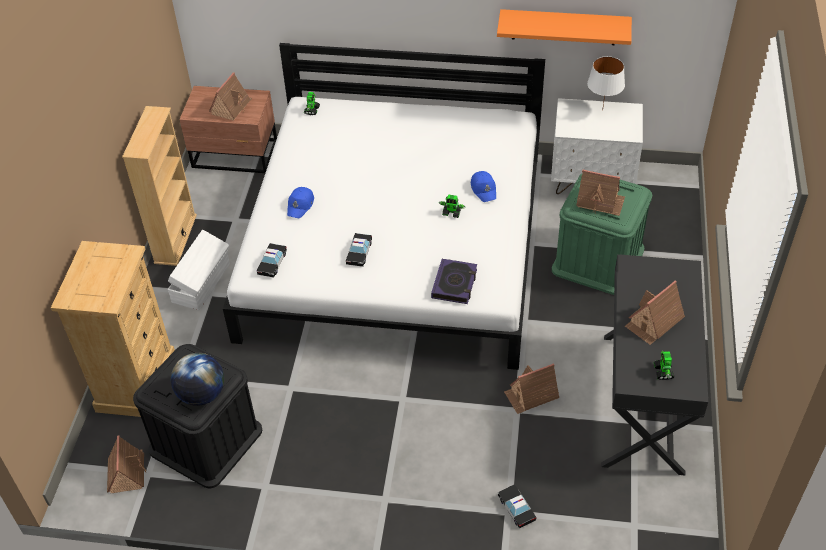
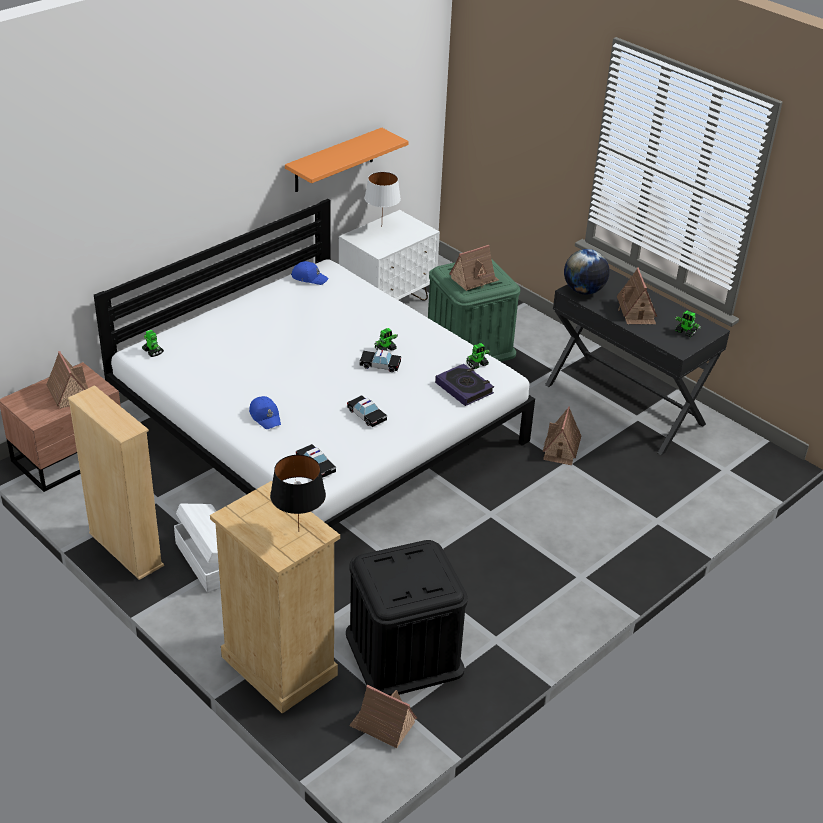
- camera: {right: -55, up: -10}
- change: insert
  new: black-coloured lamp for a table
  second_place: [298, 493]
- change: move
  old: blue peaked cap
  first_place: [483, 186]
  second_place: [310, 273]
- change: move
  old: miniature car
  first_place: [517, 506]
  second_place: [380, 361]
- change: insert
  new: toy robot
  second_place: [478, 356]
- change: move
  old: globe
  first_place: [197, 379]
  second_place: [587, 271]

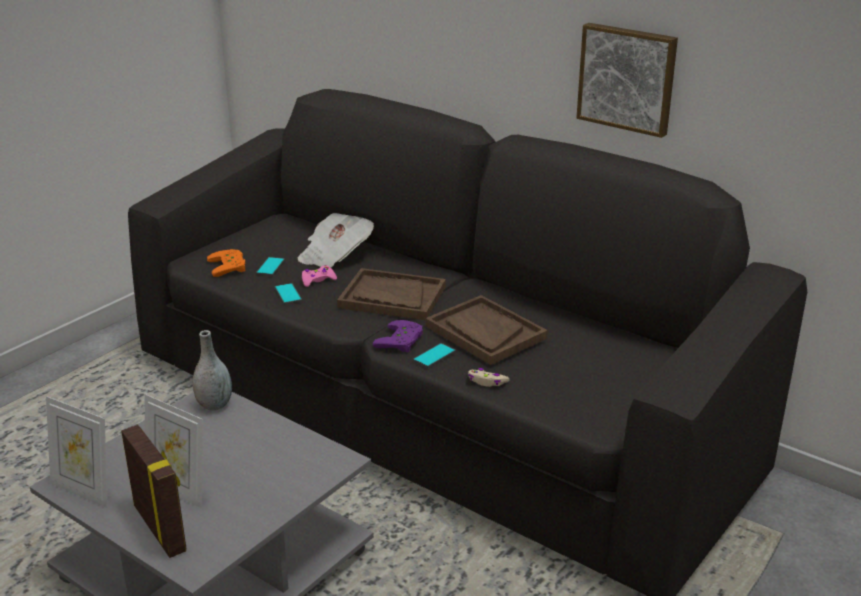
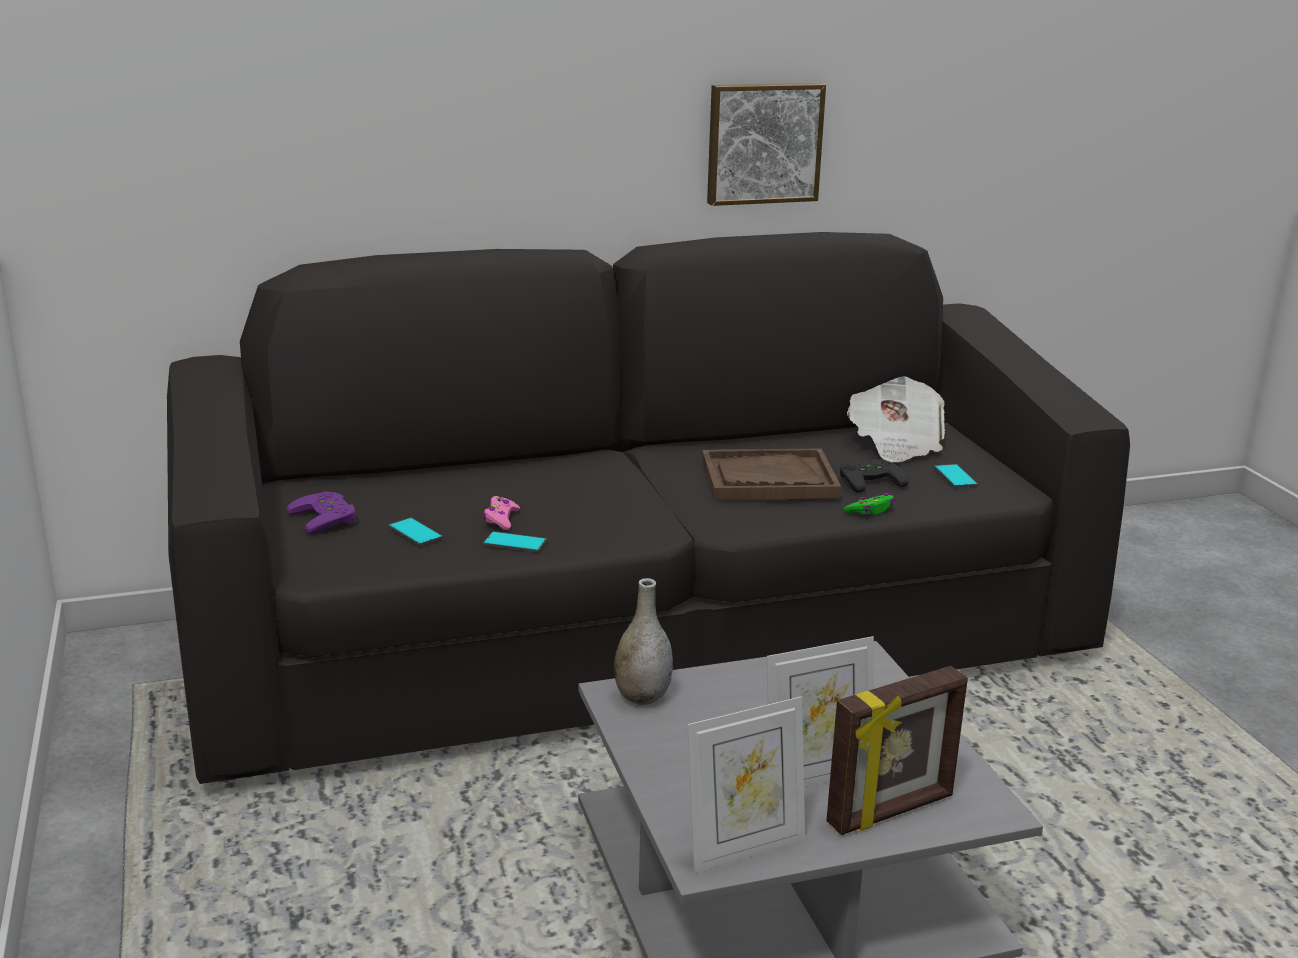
- camera: {right: -55, up: -5}
- change: move
  old: purple-coloured game controller
  first_place: [398, 336]
  second_place: [321, 513]
- change: rotate
  old: picture frame
  first_place: [153, 491]
  second_place: [897, 750]
  degrees: 150
- change: insert
  new: black-coloured game controller
  second_place: [874, 476]
- change: recolor
  old: sand-coloured game controller
  new: greenish game controller
  first_place: [489, 377]
  second_place: [869, 504]
- change: move
  old: daily paper
  first_place: [336, 240]
  second_place: [896, 419]
- change: move
  old: handset
  first_place: [434, 355]
  second_place: [956, 476]
- change: delete
  old: orange-coloured game controller
  first_place: [226, 263]
- change: delete
  old: brown-coloured tray
  first_place: [391, 294]

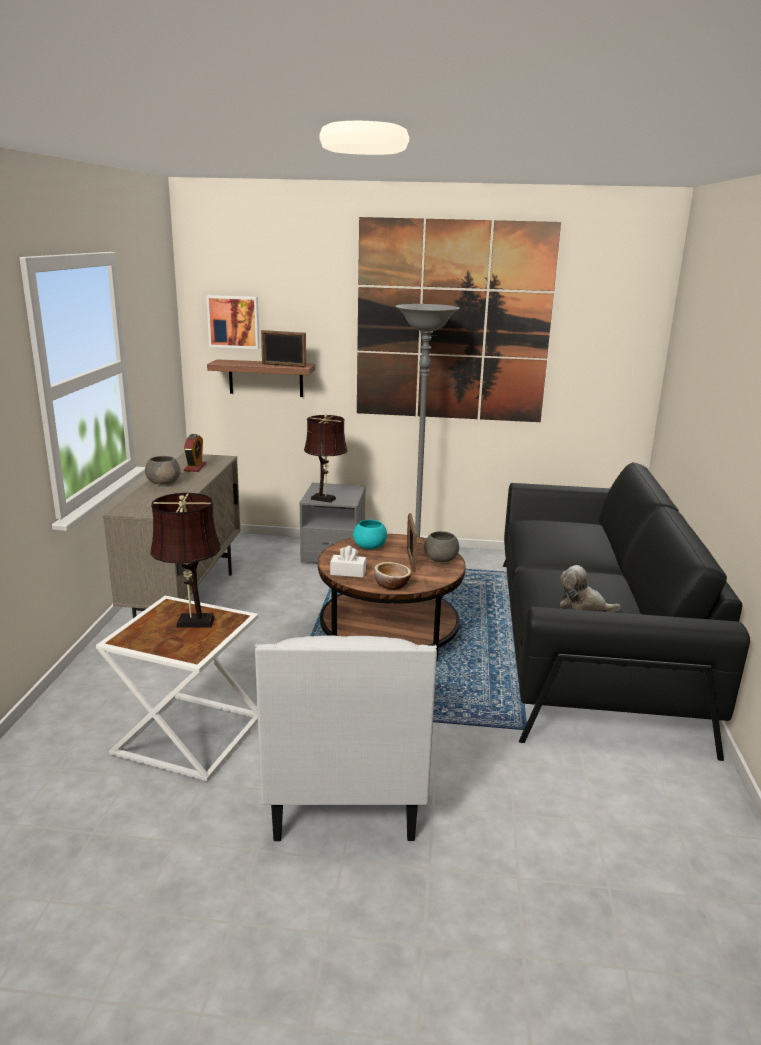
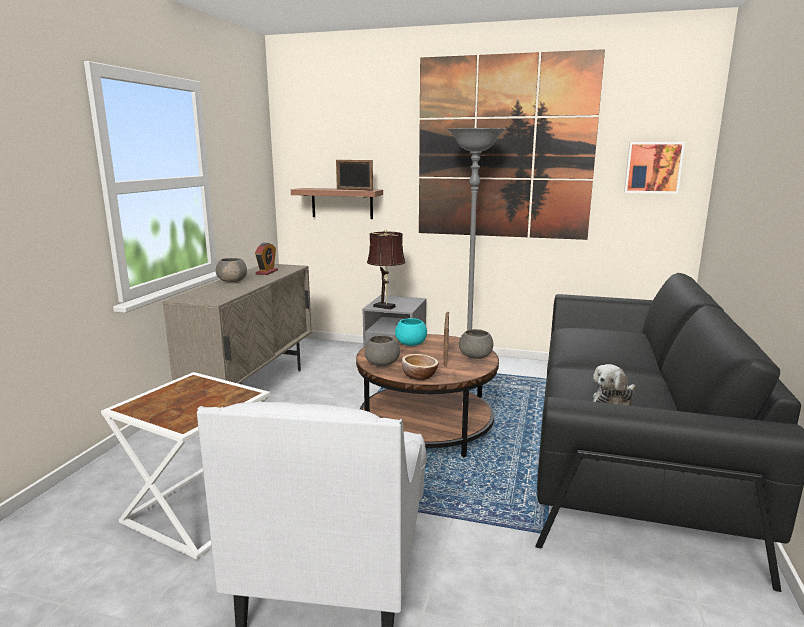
- camera: {right: 10, up: -5}
- change: replace
  old: white tissue holder
  new: gray bowl
  first_place: [348, 562]
  second_place: [382, 350]
- change: rotate
  old: plush toy
  first_place: [590, 588]
  second_place: [614, 385]
  degrees: -75
- change: move
  old: picture
  first_place: [233, 322]
  second_place: [654, 168]
- change: delete
  old: brown-coloured lamp for a table
  first_place: [185, 560]

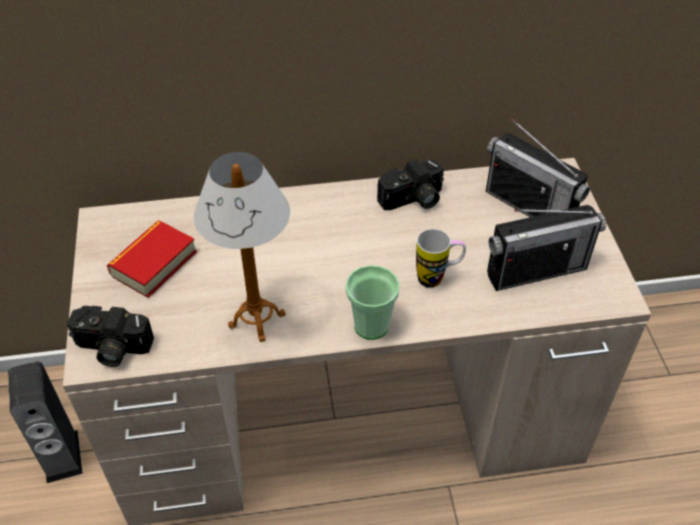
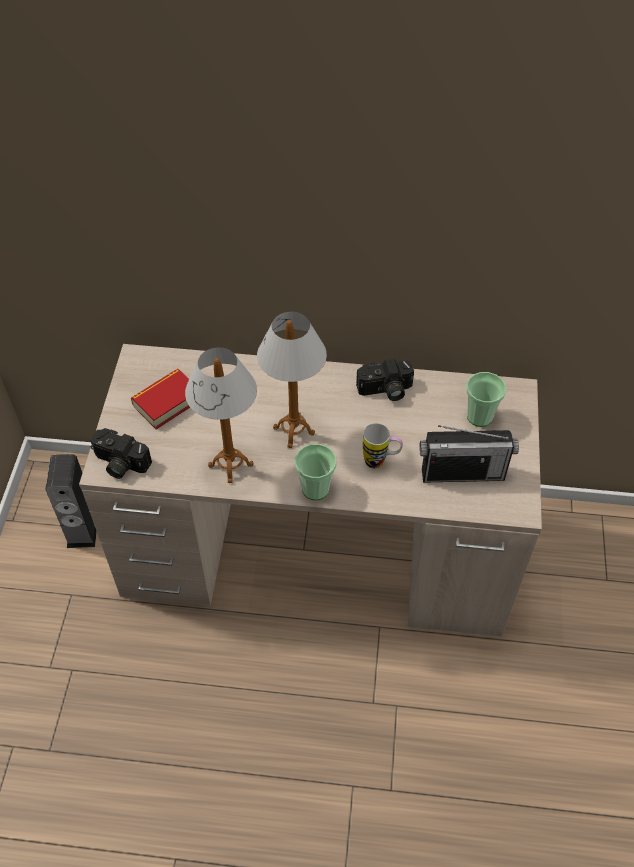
- camera: {right: 15, up: 5}
- change: insert
  new: lamp for a table
  second_place: [292, 380]
- change: replace
  old: radio set
  new: cup
  first_place: [538, 168]
  second_place: [486, 399]

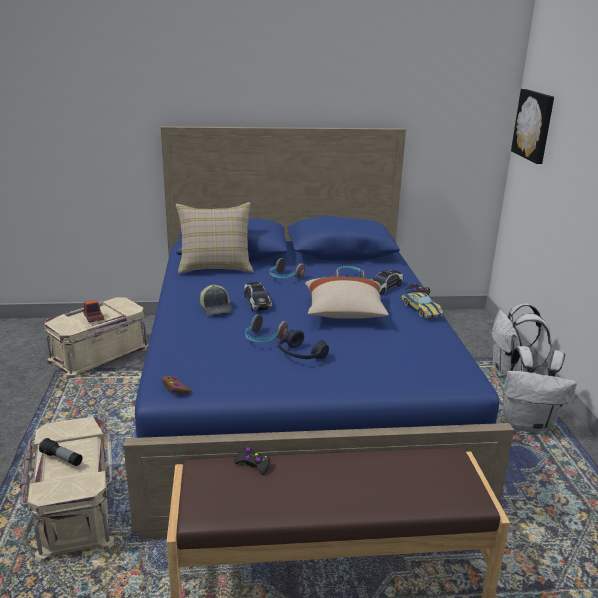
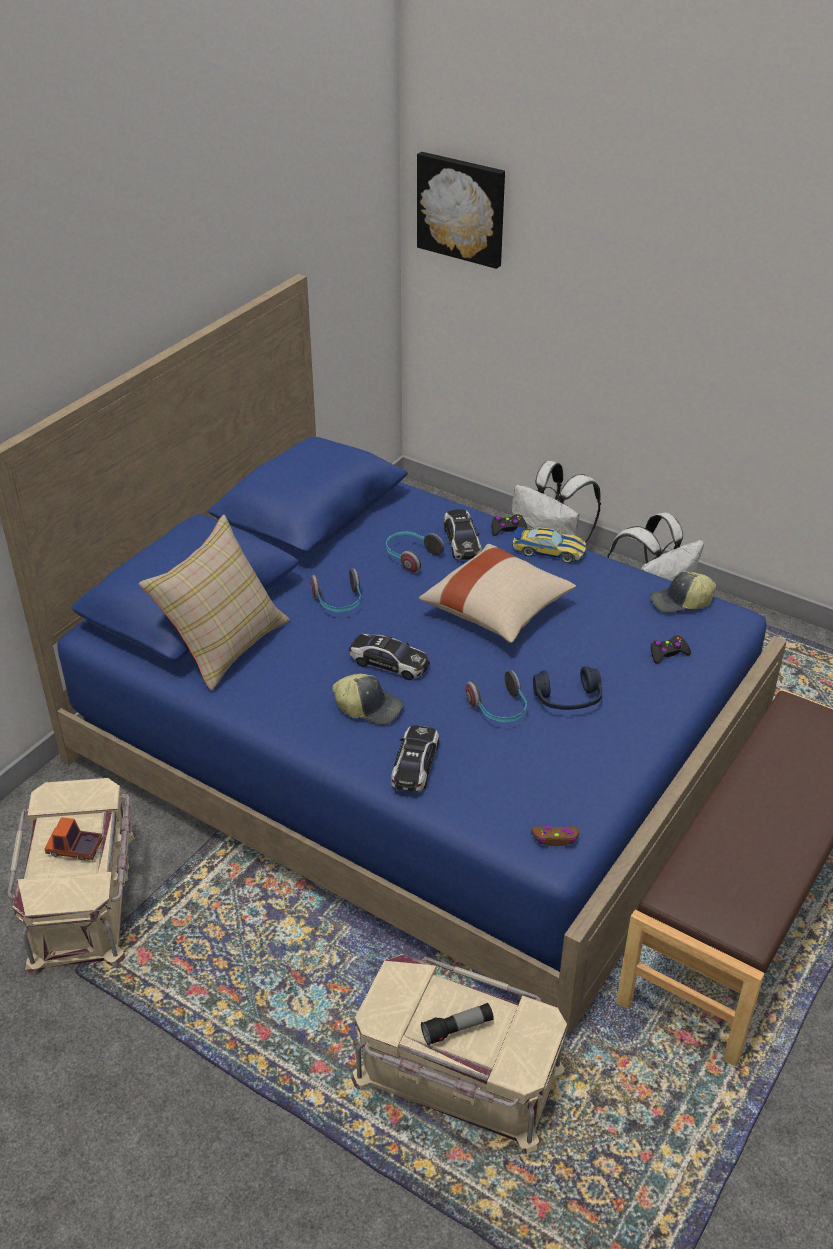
- camera: {right: -50, up: 15}
- change: insert
  new: miniature car
  second_place: [415, 759]
- change: insert
  new: peaked cap
  second_place: [683, 592]
- change: move
  old: black-coloured game controller
  first_place: [252, 461]
  second_place: [671, 649]

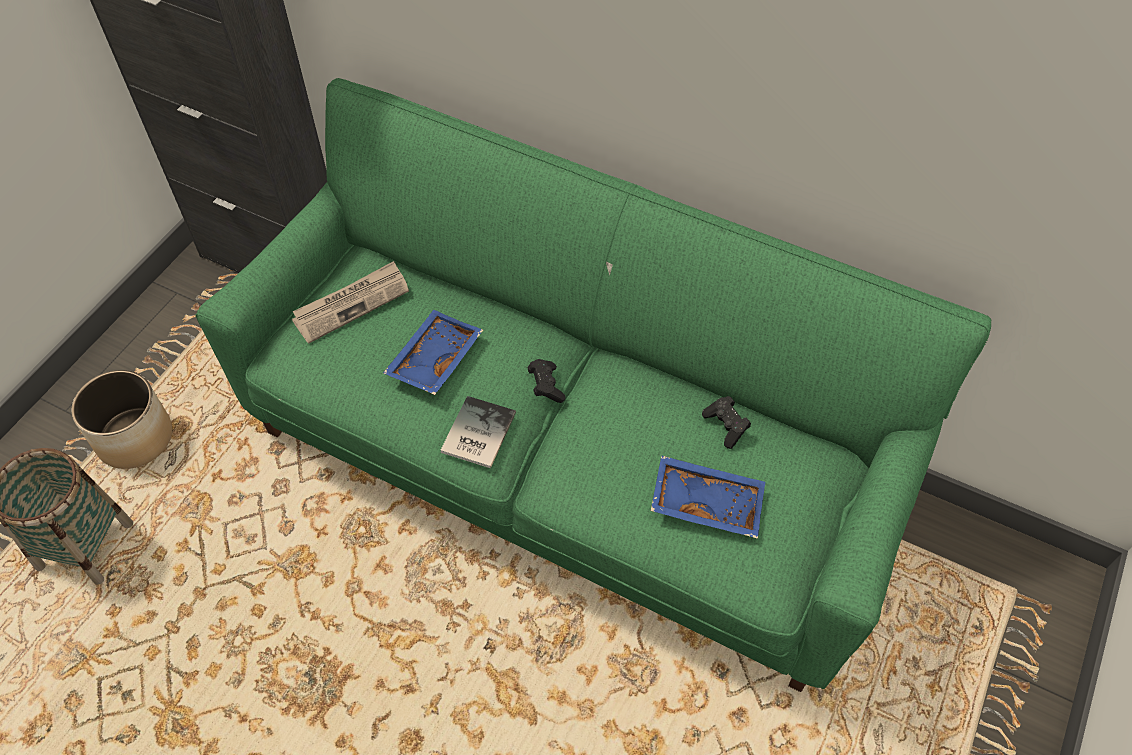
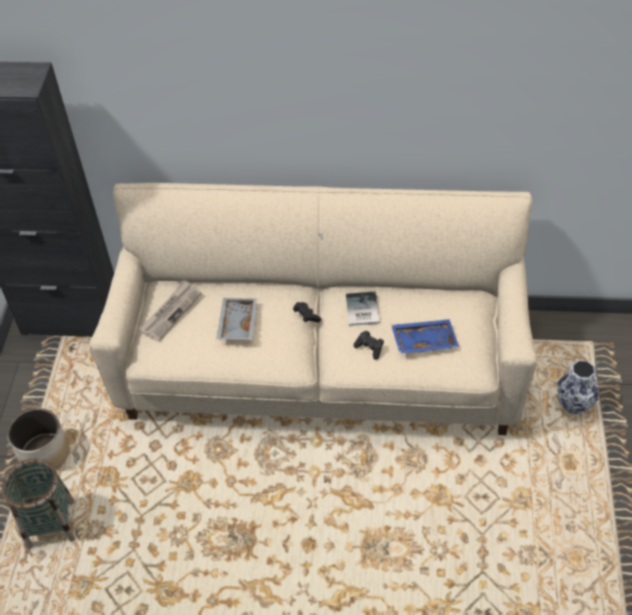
- camera: {right: -20, up: -5}
- change: recolor
  old: greenish settee
  new: sand-coloured settee
  first_place: [593, 385]
  second_place: [313, 309]
- change: recolor
  old: blue tray
  new: gray tray
  first_place: [433, 352]
  second_place: [237, 319]
- change: move
  old: book
  first_place: [478, 432]
  second_place: [363, 308]
- change: move
  old: black-coloured game controller
  first_place: [726, 422]
  second_place: [368, 345]
- change: insert
  new: vase
  second_place: [578, 387]

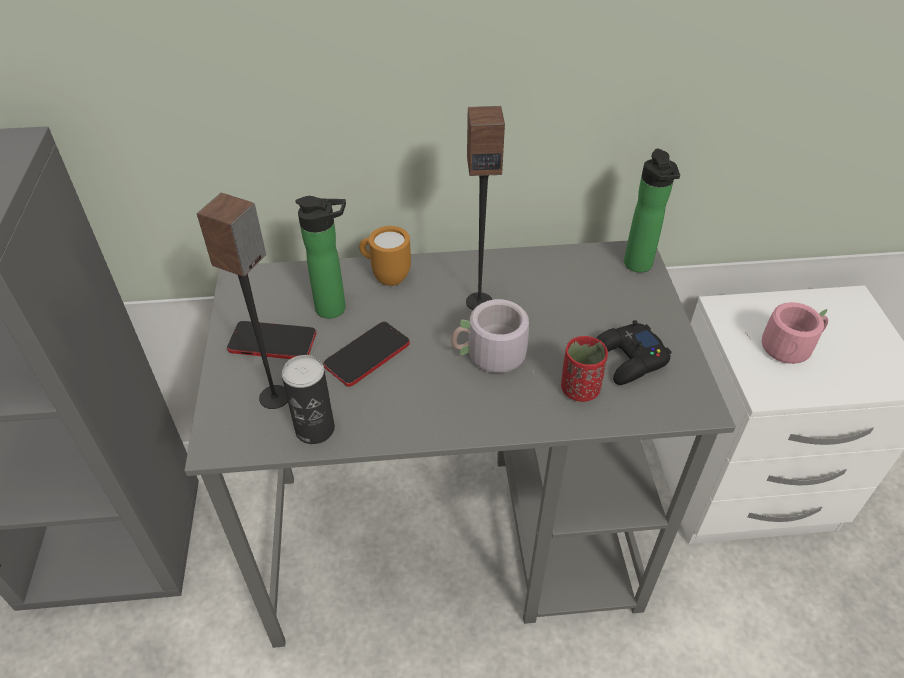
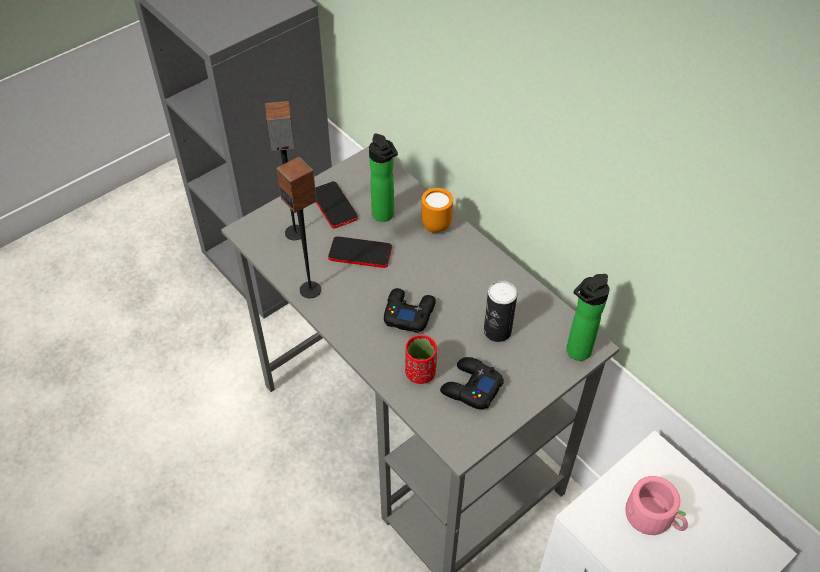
- camera: {right: 55, up: 5}
- change: move
  old: loudspeaker
  first_place: [485, 208]
  second_place: [298, 227]
- change: replace
  old: gray mug
  new: black-coloured game controller
  first_place: [493, 337]
  second_place: [410, 310]
- change: move
  old: sealed can
  first_place: [308, 399]
  second_place: [501, 311]

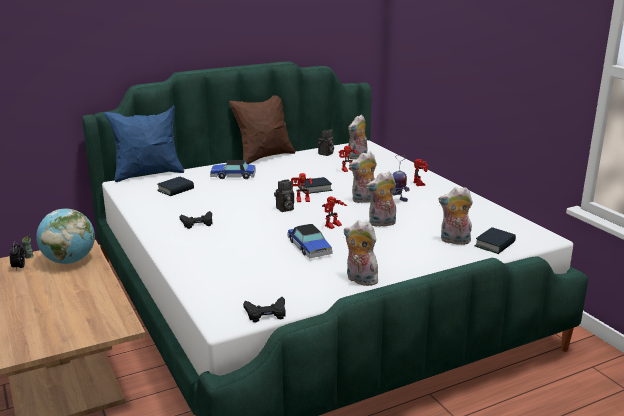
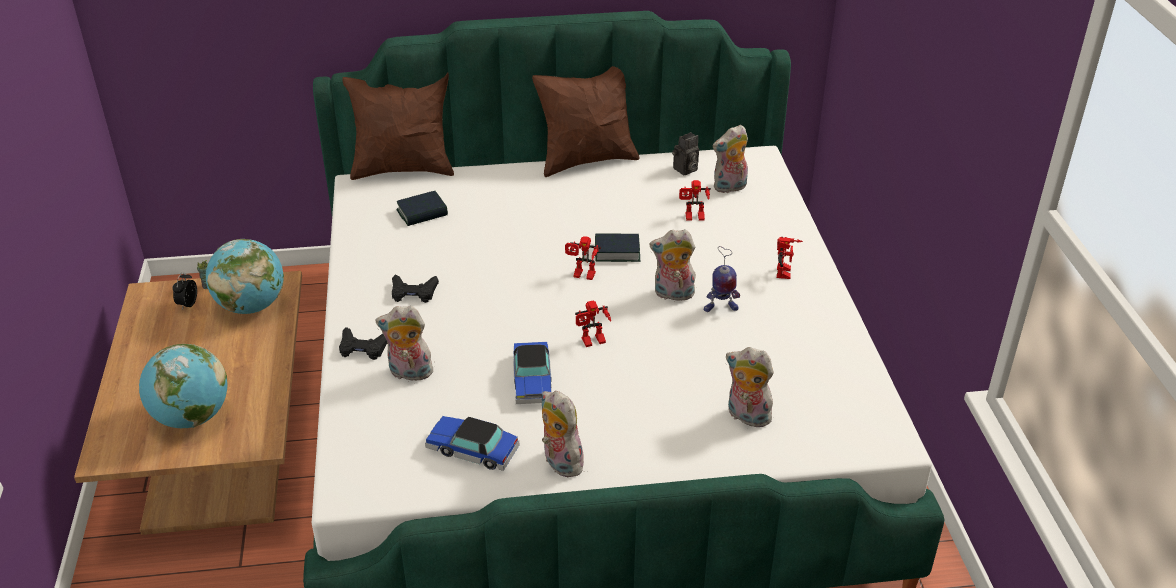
- camera: {right: 20, up: 15}
- change: insert
  new: globe
  second_place: [183, 386]
- change: move
  old: black-coloured game controller
  first_place: [264, 309]
  second_place: [363, 343]
- change: recolor
  old: blue cushion
  new: brown-coloured cushion
  first_place: [144, 143]
  second_place: [398, 126]
- change: move
  old: plush toy
  first_place: [381, 199]
  second_place: [405, 343]
- change: move
  old: miniature car
  first_place: [233, 169]
  second_place: [472, 443]
- change: delete
  old: still camera
  first_place: [284, 196]
- change: delete
  old: book
  first_place: [495, 240]

